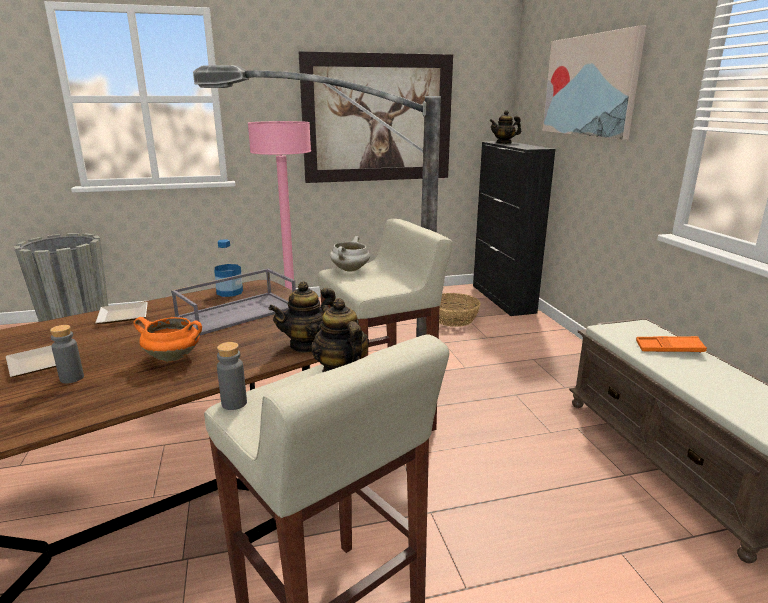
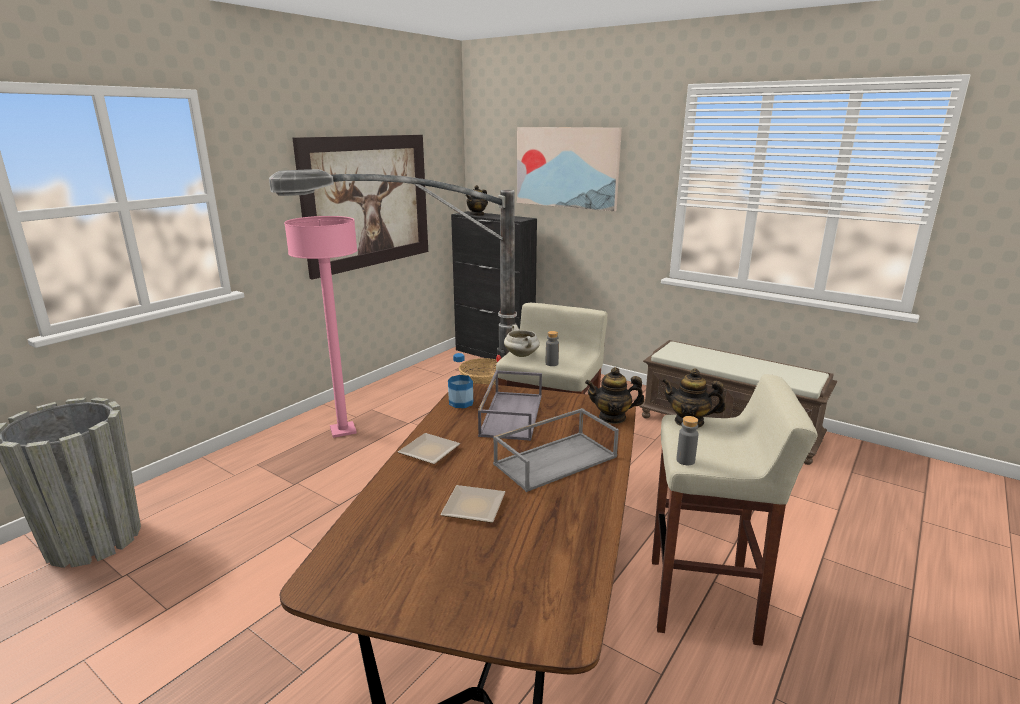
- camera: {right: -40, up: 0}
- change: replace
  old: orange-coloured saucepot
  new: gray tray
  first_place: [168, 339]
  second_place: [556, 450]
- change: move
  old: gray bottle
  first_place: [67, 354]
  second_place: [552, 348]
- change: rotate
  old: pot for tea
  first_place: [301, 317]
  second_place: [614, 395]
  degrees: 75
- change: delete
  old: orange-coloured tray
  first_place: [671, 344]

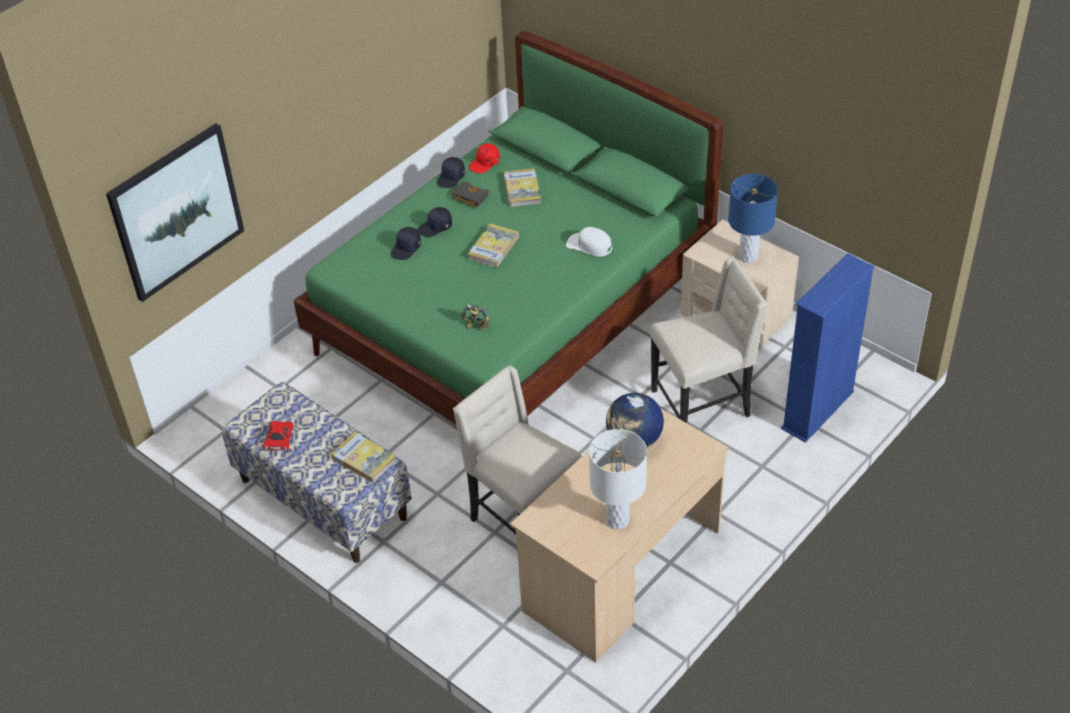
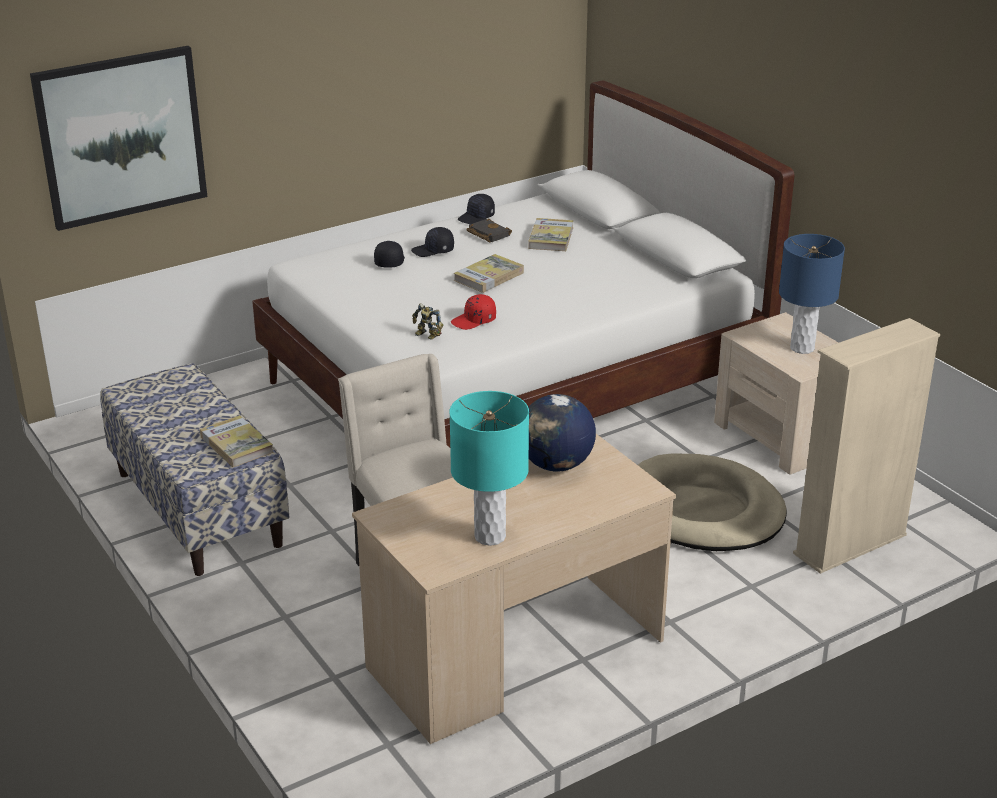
- camera: {right: 15, up: -15}
- change: recolor
  old: greenish bed
  new: white bed
  first_place: [508, 228]
  second_place: [523, 263]
- change: rotate
  old: black-coloured peaked cap
  first_place: [405, 243]
  second_place: [389, 254]
  degrees: 135
- change: recolor
  old: white lamp for a table
  new: blue-green lamp for a table
  first_place: [618, 479]
  second_place: [489, 468]
- change: move
  old: reddish peaked cap
  first_place: [484, 158]
  second_place: [473, 312]
- change: replace
  old: sand-coloured chair
  new: sand-coloured pet bed
  first_place: [709, 340]
  second_place: [712, 502]
- change: recolor
  old: blue bookshelf
  new: sand-coloured bookshelf
  first_place: [827, 348]
  second_place: [866, 446]
- change: delete
  old: reddish miniature car
  first_place: [278, 436]
- change: delete
  old: white peaked cap
  first_place: [589, 241]

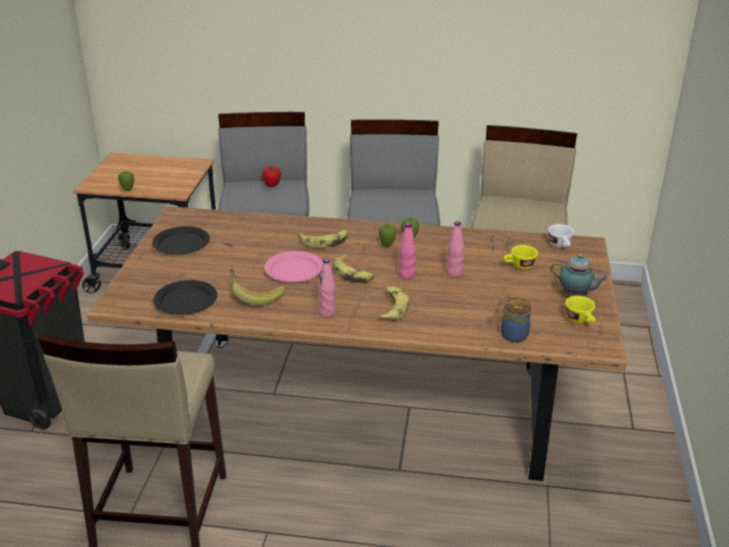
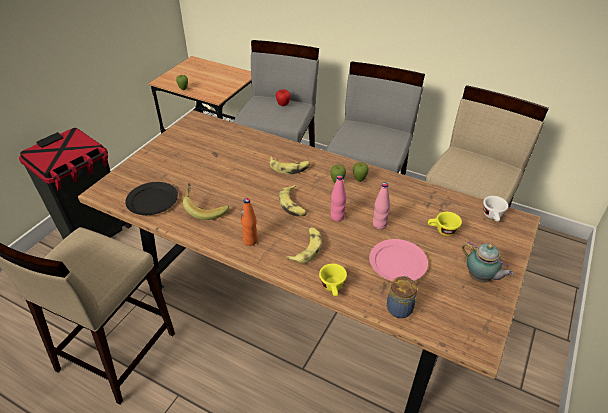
- camera: {right: 20, up: 10}
- change: recolor
  old: pinkish bottle
  new: orange-coloured bottle
  first_place: [327, 288]
  second_place: [249, 222]
- change: move
  old: yellow-coloured cup
  first_place: [580, 309]
  second_place: [333, 280]
- change: move
  old: pinkish flat dish
  first_place: [293, 266]
  second_place: [398, 260]
- change: delete
  old: black-coloured flat dish
  first_place: [181, 240]

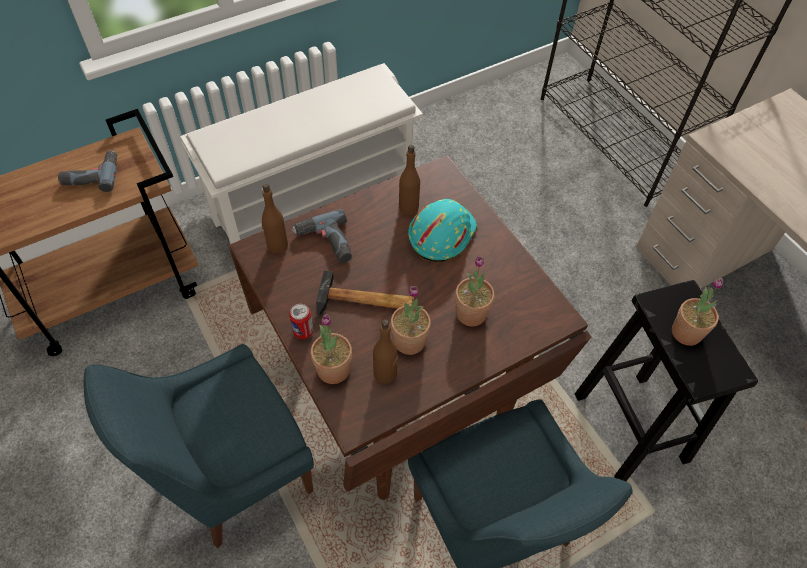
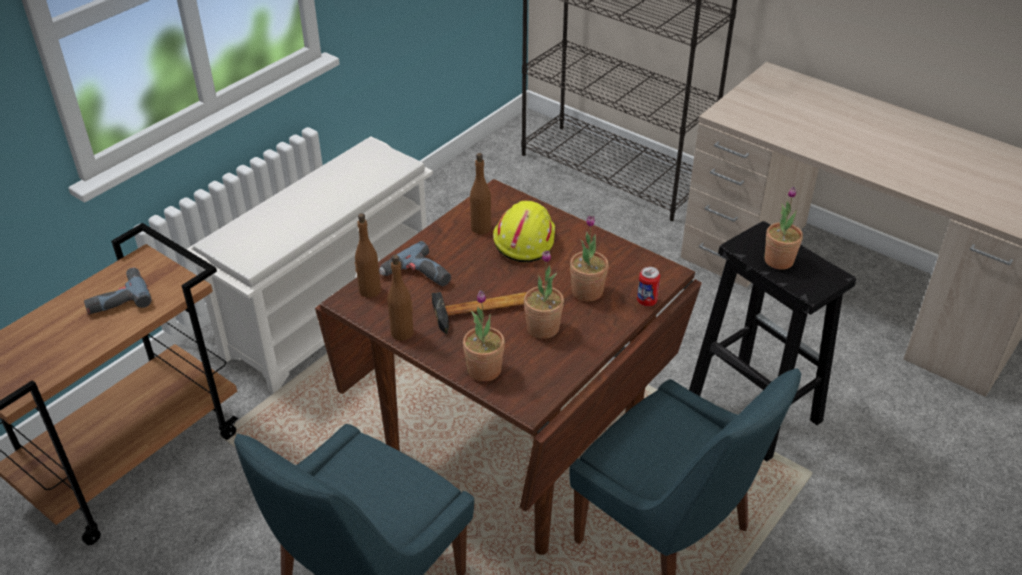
- camera: {right: -20, up: -15}
- change: move
  old: brown-coloured bottle
  first_place: [385, 351]
  second_place: [400, 298]
- change: recolor
  old: blue-green work helmet
  new: yellow-coloured work helmet
  first_place: [442, 230]
  second_place: [524, 231]
- change: move
  old: sealed can
  first_place: [301, 321]
  second_place: [648, 286]

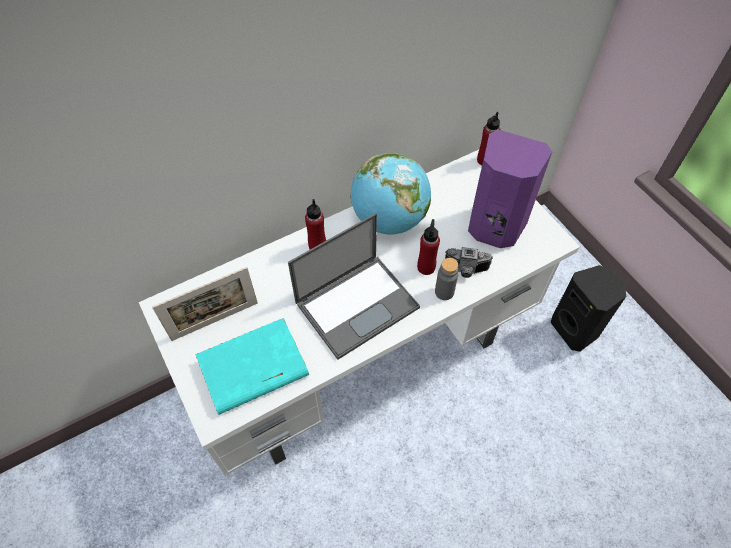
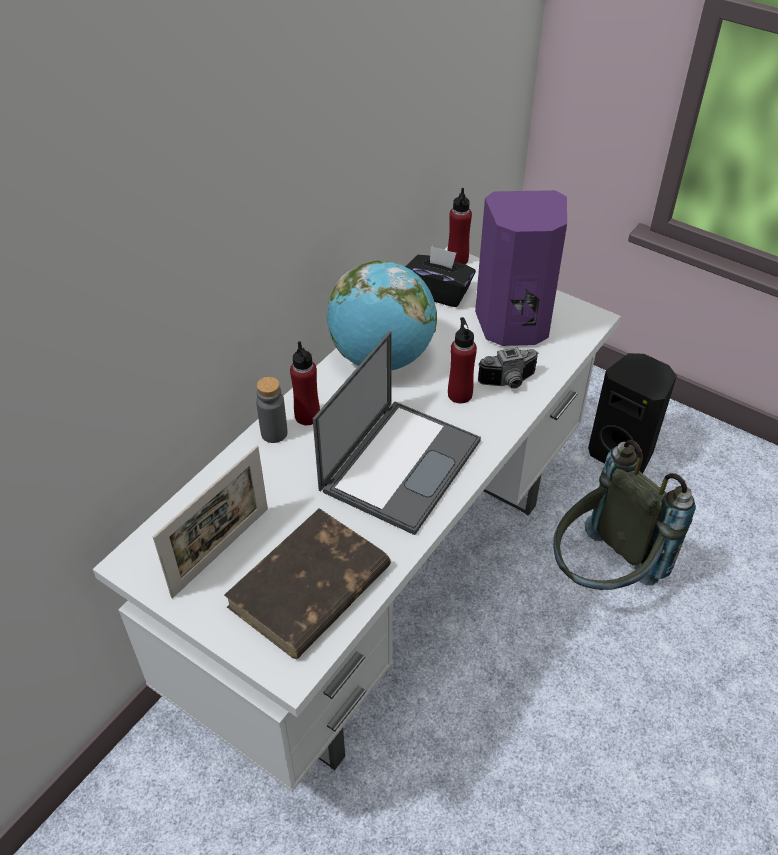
- camera: {right: -25, up: -10}
- change: recolor
  old: blue-green book
  new: brown-coloured book
  first_place: [252, 366]
  second_place: [307, 583]
- change: move
  old: gray bottle
  first_place: [446, 279]
  second_place: [272, 410]
- change: insert
  new: black-coloured tissue holder
  second_place: [440, 276]
- change: insert
  new: gray rucksack
  second_place: [624, 515]

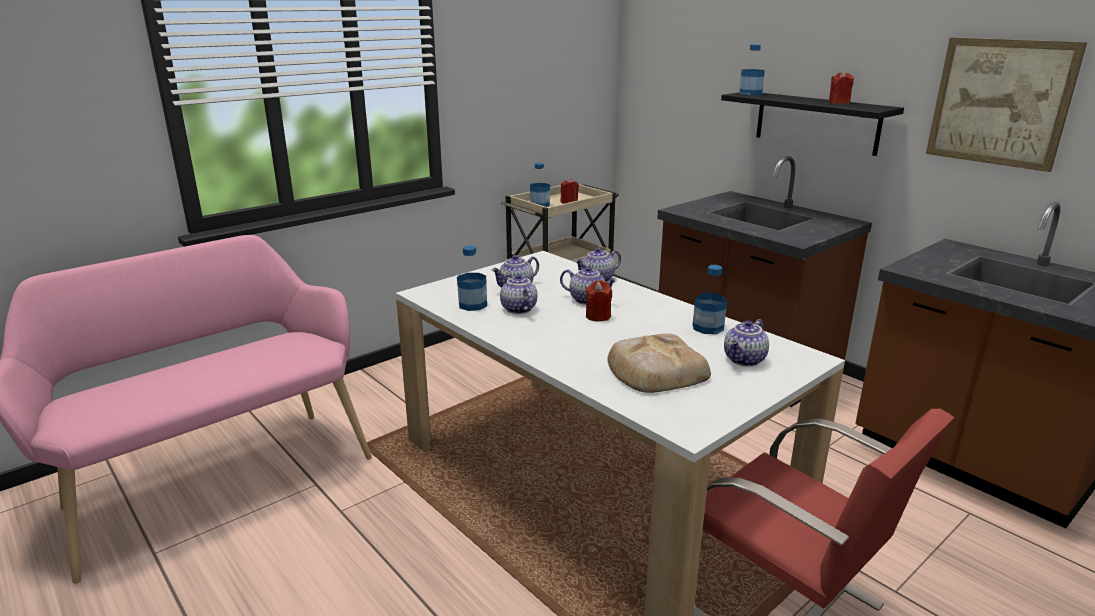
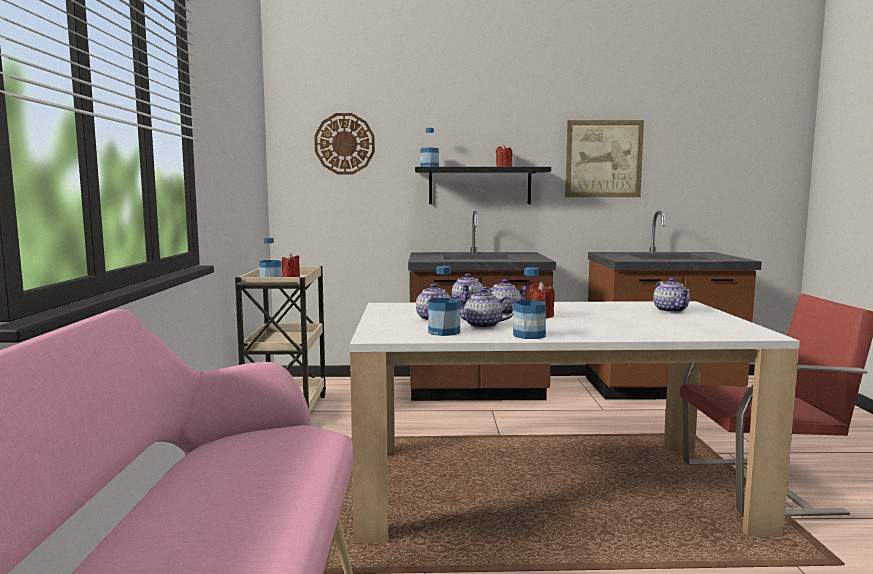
- camera: {right: -50, up: -15}
- change: insert
  new: clock on the wall
  second_place: [344, 143]
- change: move
  old: bottle
  first_place: [710, 299]
  second_place: [529, 303]
- change: delete
  old: bakery bread
  first_place: [659, 363]

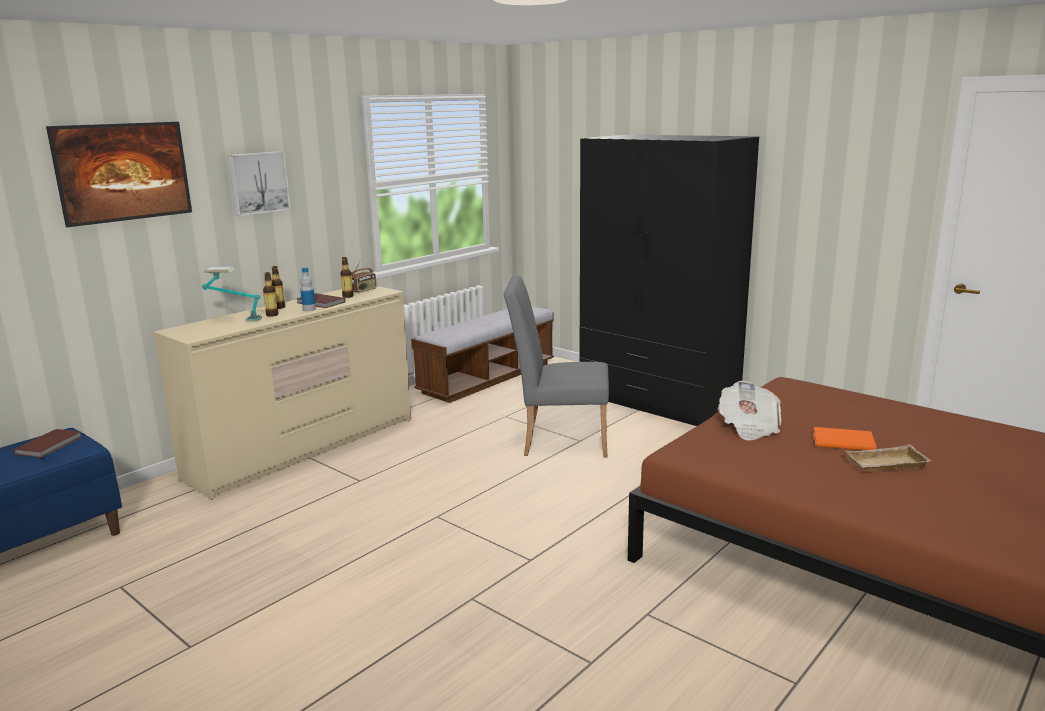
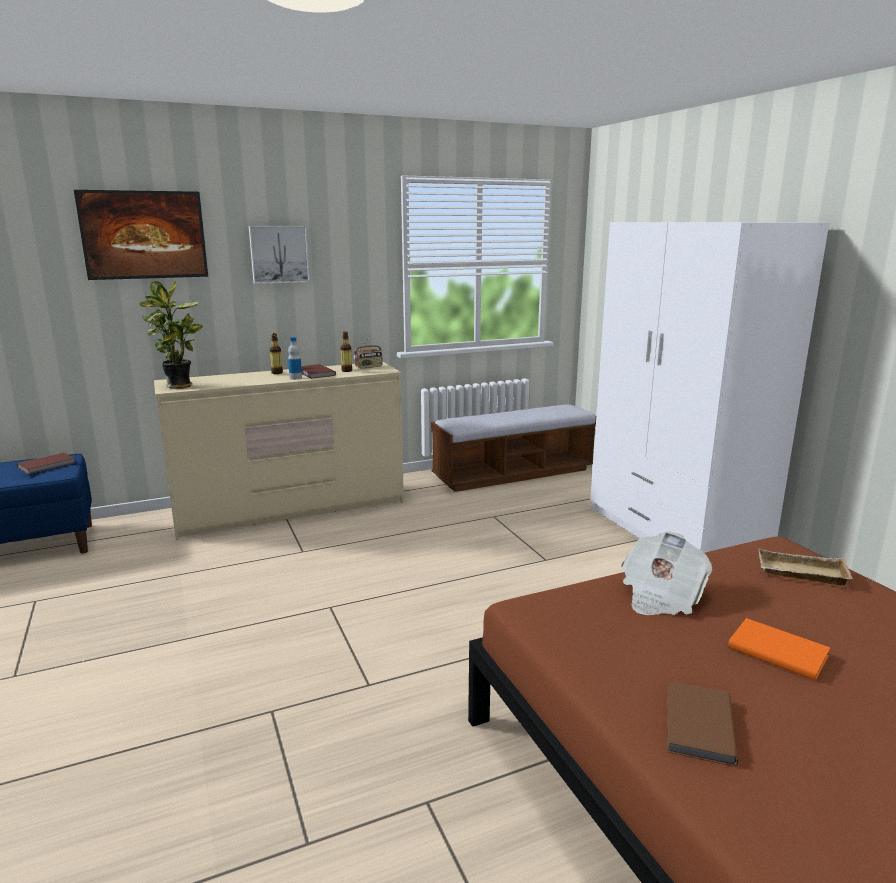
- camera: {right: 25, up: 0}
- change: insert
  new: plant in a pot
  second_place: [171, 335]
- change: recolor
  old: black-coloured clothes cupboard
  new: white clothes cupboard
  first_place: [669, 280]
  second_place: [709, 387]
- change: insert
  new: brown-coloured book
  second_place: [702, 723]
- change: move
  old: sand-coloured tray
  first_place: [887, 458]
  second_place: [805, 567]
- change: delete
  old: lamp for a table
  first_place: [232, 294]
- change: delete
  old: bottle
  first_place: [270, 294]
- change: delete
  old: gray chair
  first_place: [556, 366]

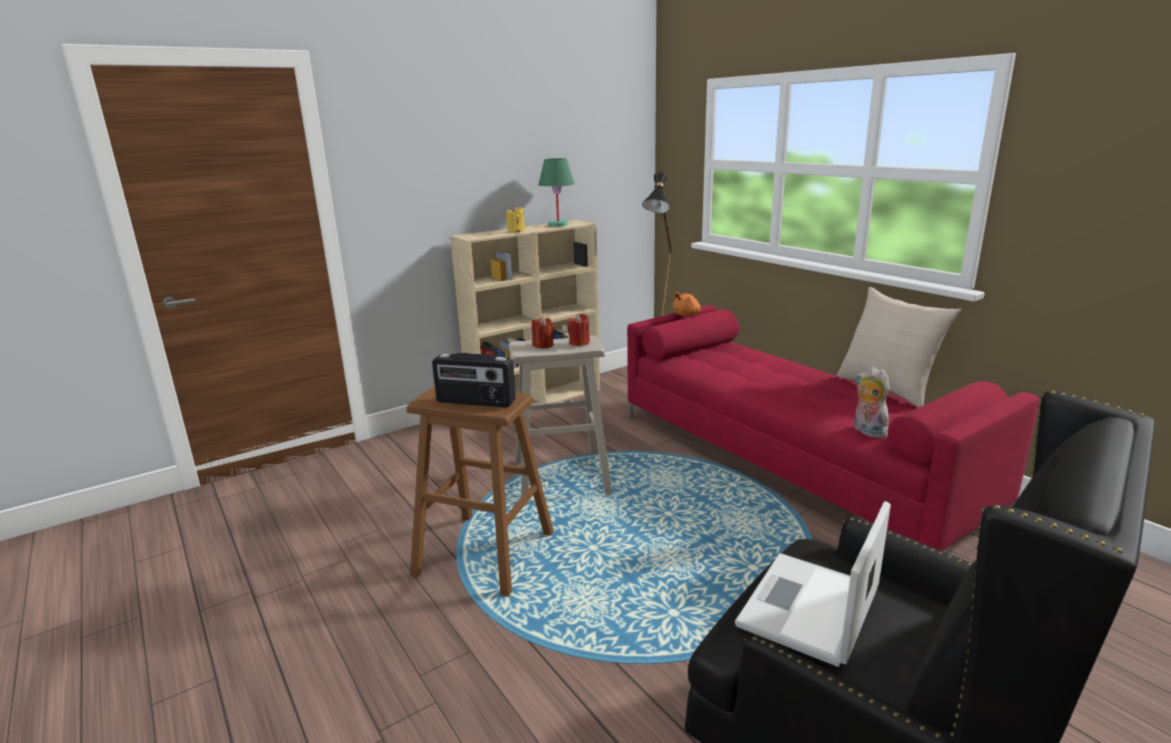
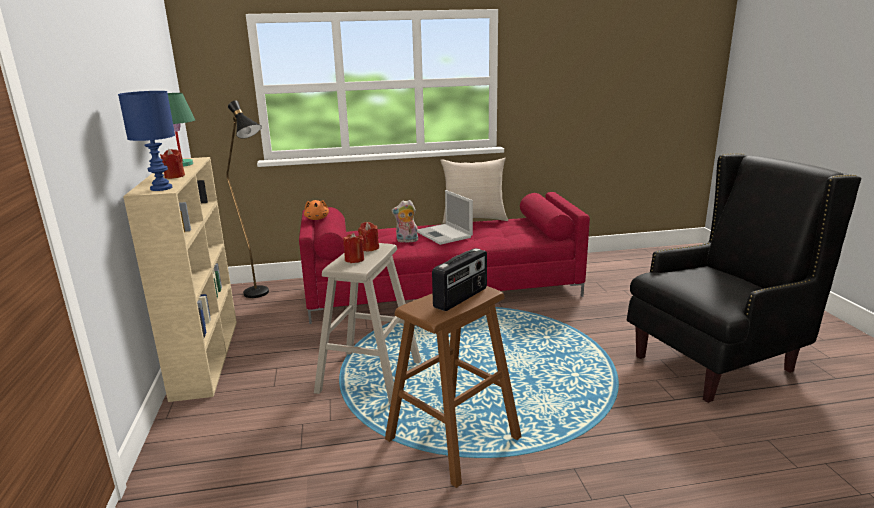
- camera: {right: -65, up: 0}
- change: insert
  new: blue lamp for a table
  second_place: [146, 141]
- change: recolor
  old: yellow-coloured wax light
  new: reddish wax light
  first_place: [515, 219]
  second_place: [172, 164]
- change: move
  old: plush toy
  first_place: [872, 402]
  second_place: [404, 221]
- change: move
  old: laptop
  first_place: [813, 584]
  second_place: [445, 217]

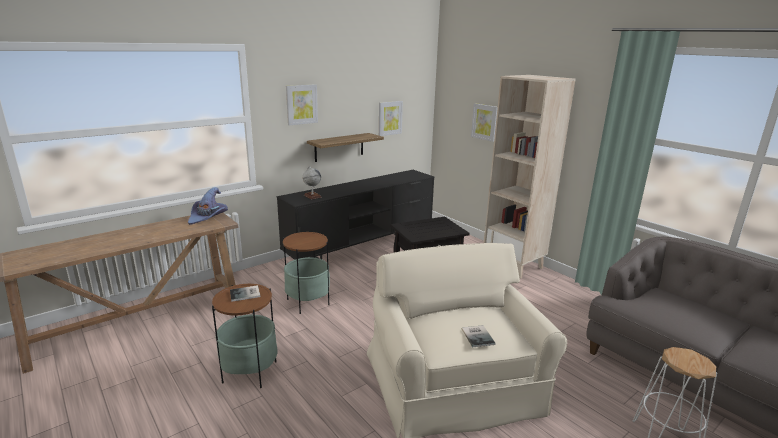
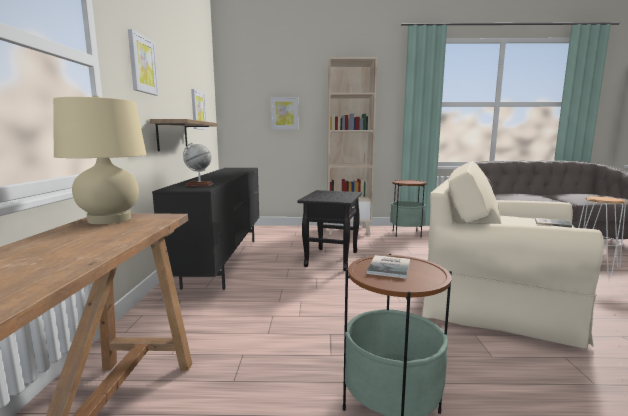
- camera: {right: -50, up: -10}
- change: replace
  old: purple-coloured wearable hat
  new: sand-coloured lamp for a table
  first_place: [208, 206]
  second_place: [100, 159]
- change: move
  old: end table
  first_place: [306, 272]
  second_place: [408, 208]

